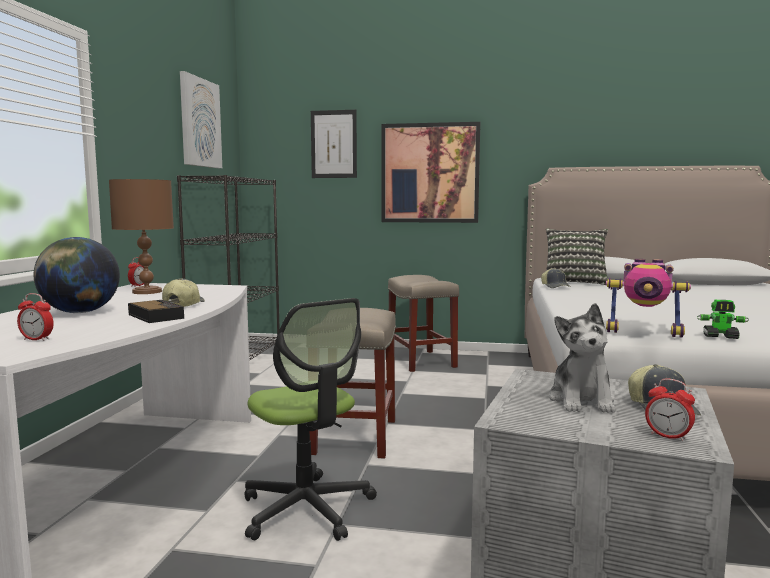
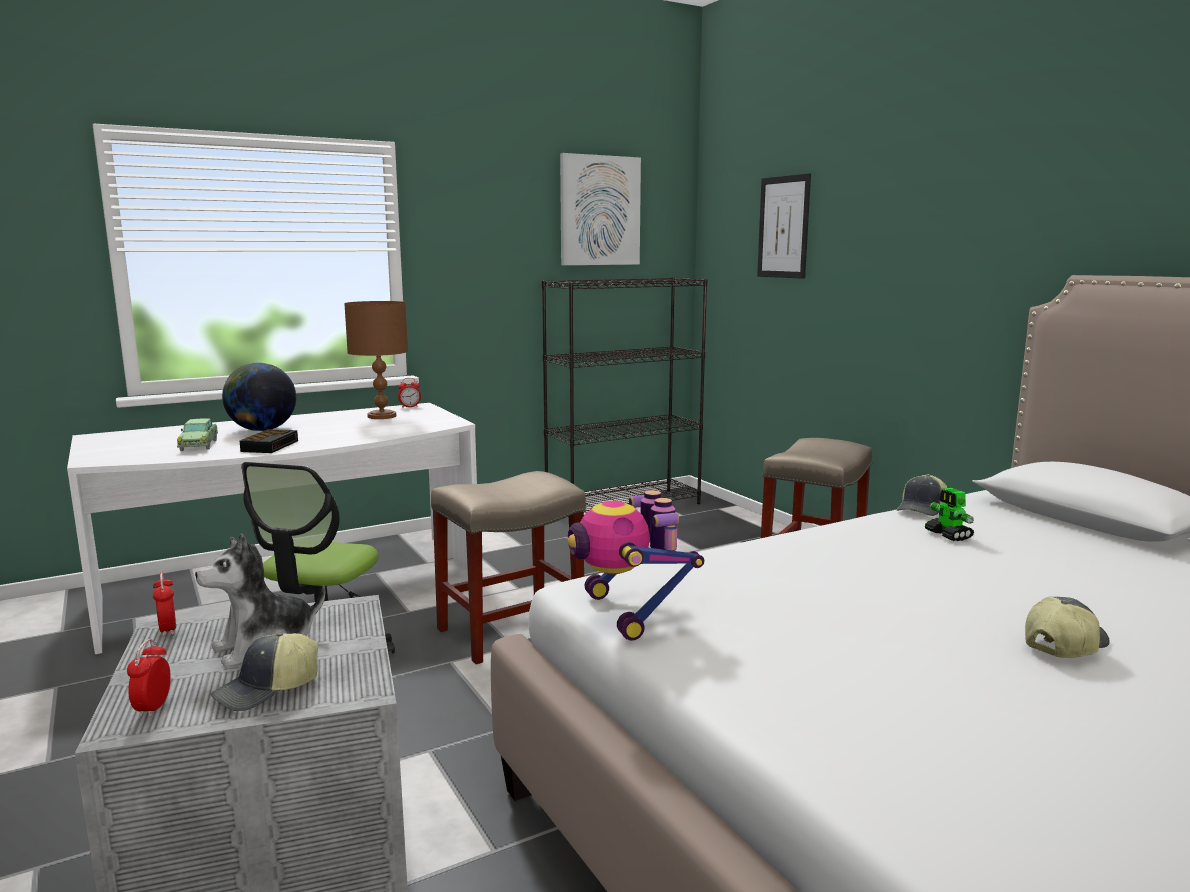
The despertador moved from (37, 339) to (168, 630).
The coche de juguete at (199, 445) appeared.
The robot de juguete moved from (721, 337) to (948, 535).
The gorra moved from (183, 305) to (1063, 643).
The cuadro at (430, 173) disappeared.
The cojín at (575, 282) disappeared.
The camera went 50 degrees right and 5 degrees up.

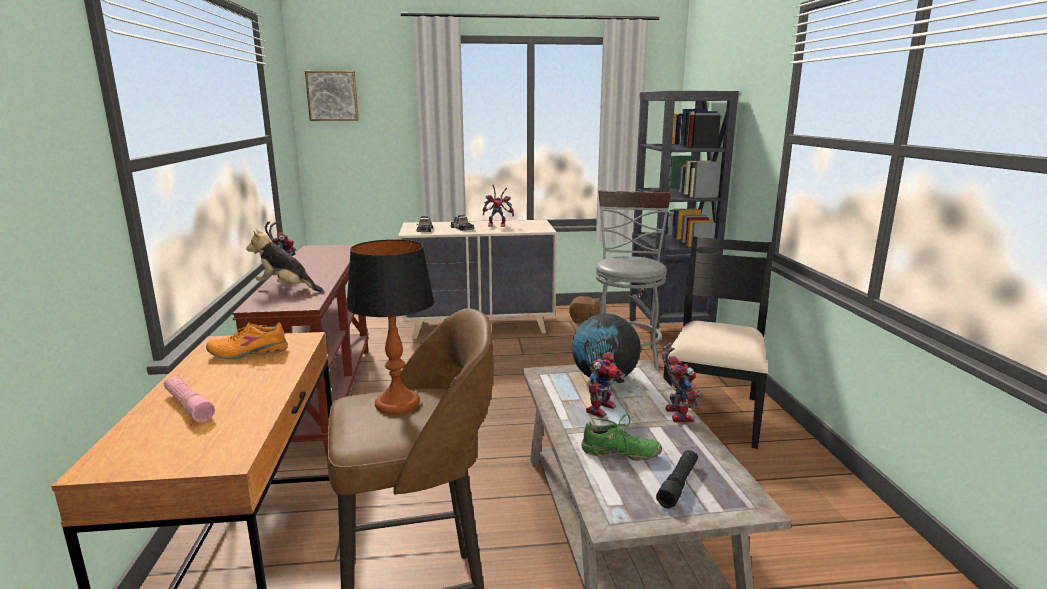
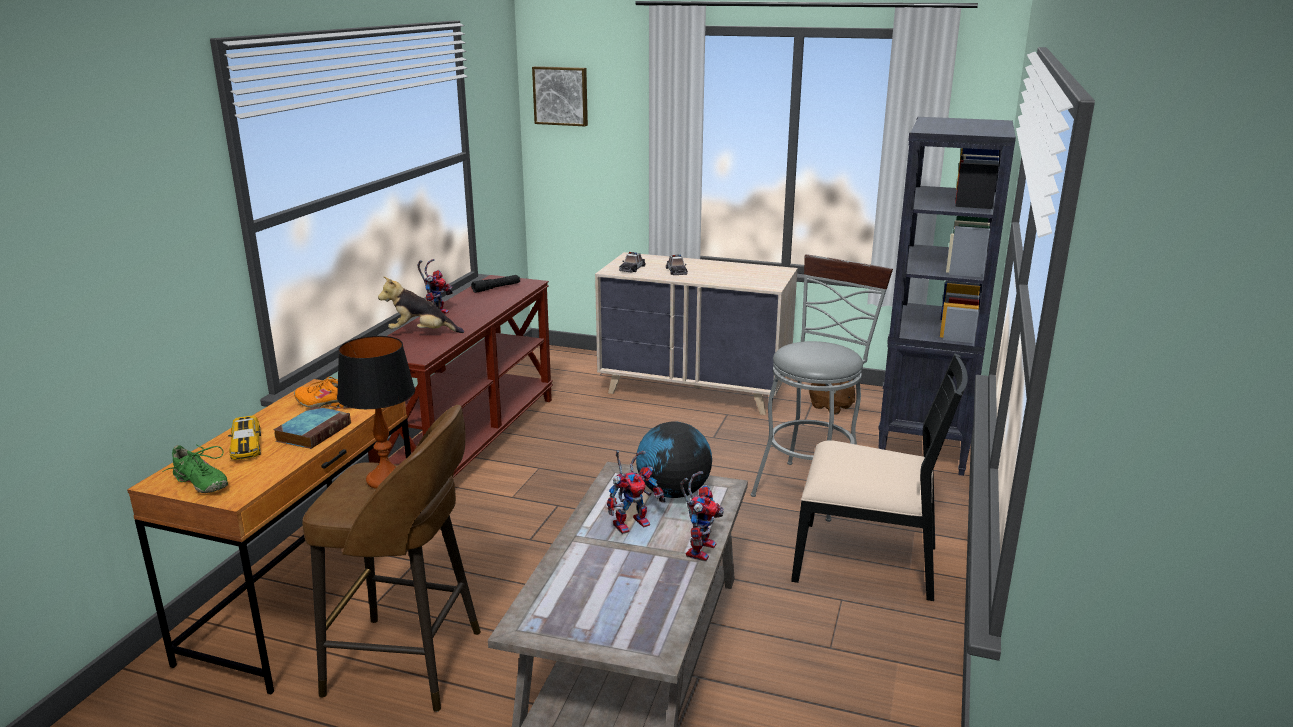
The zapato [verde] moved from (620, 453) to (200, 483).
The linterna [rosa] at (188, 406) was replaced by the coche de juguete at (246, 446).
The libro at (314, 432) appeared.
The peluche at (286, 288) turned 45 degrees counterclockwise.
The linterna [negro] moved from (678, 484) to (496, 288).
The silla [negro] at (712, 413) turned 60 degrees clockwise.
The robot de juguete at (498, 225) disappeared.
The camera went 25 degrees right and 5 degrees up.

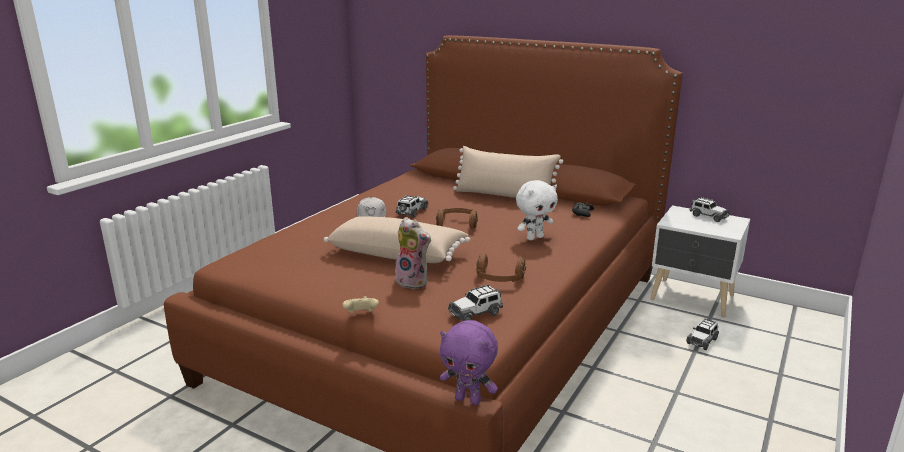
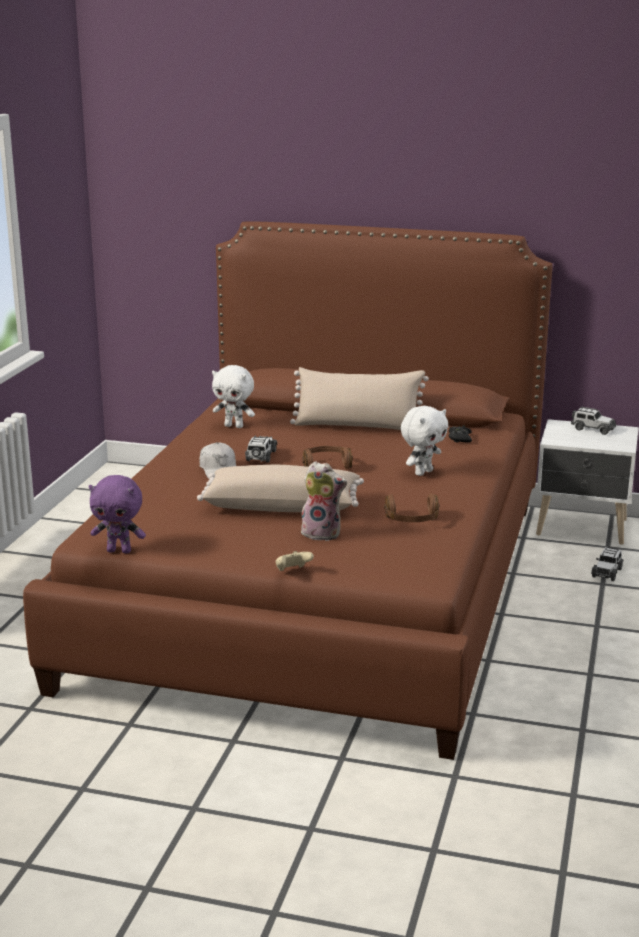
The peluche [morado] moved from (468, 399) to (119, 551).
The peluche [blanco] at (234, 426) appeared.
The coche de juguete at (475, 313) disappeared.
The camera went 15 degrees left and 0 degrees up.

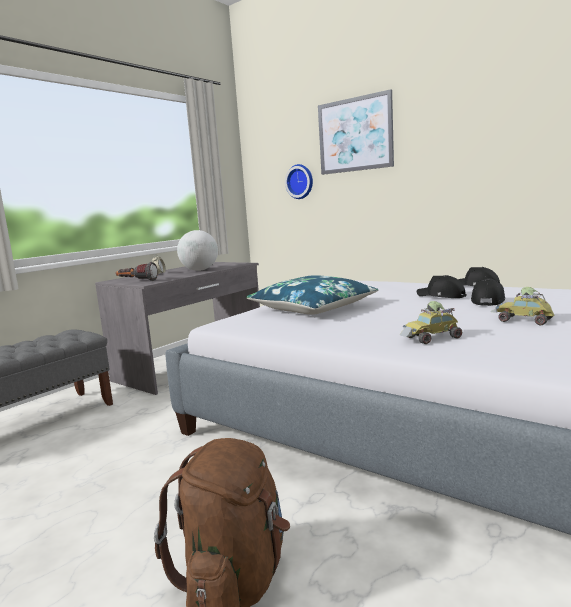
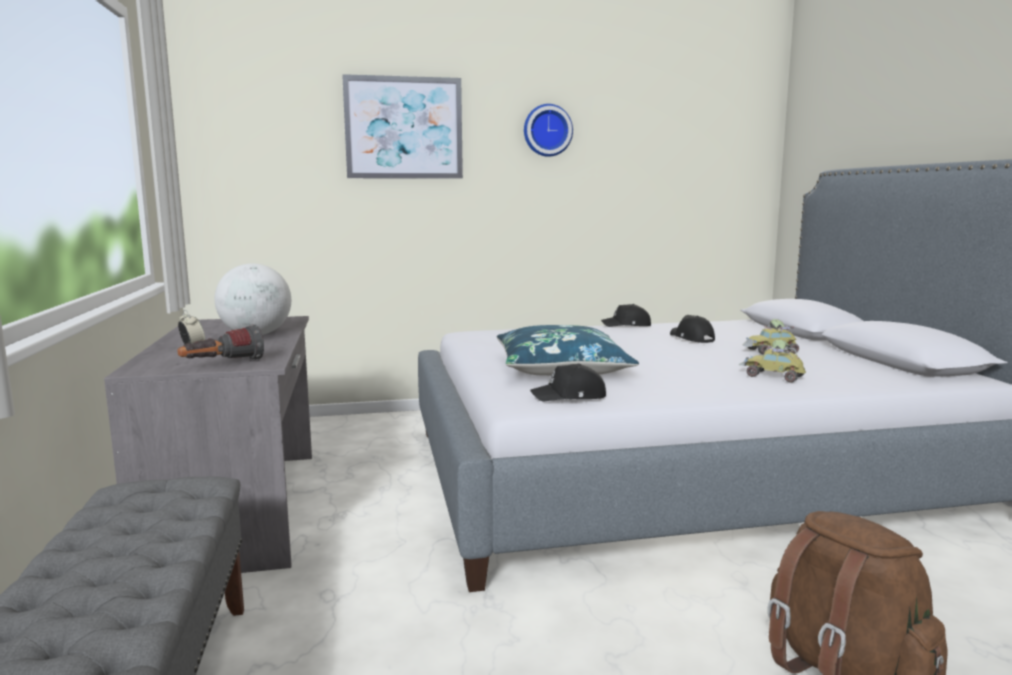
The reloj de pared moved from (300, 181) to (547, 130).
The gorra [negro] moved from (441, 296) to (570, 396).
The coche de juguete at (432, 338) turned 105 degrees clockwise.
The camera went 50 degrees left and 0 degrees up.

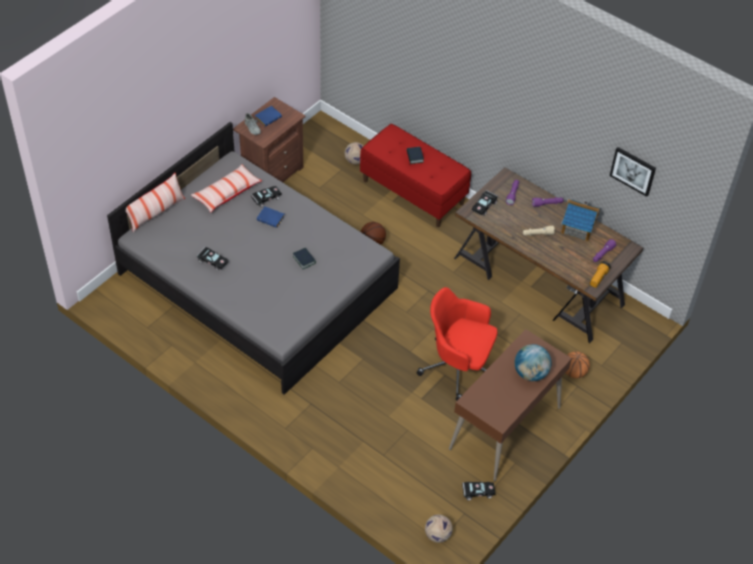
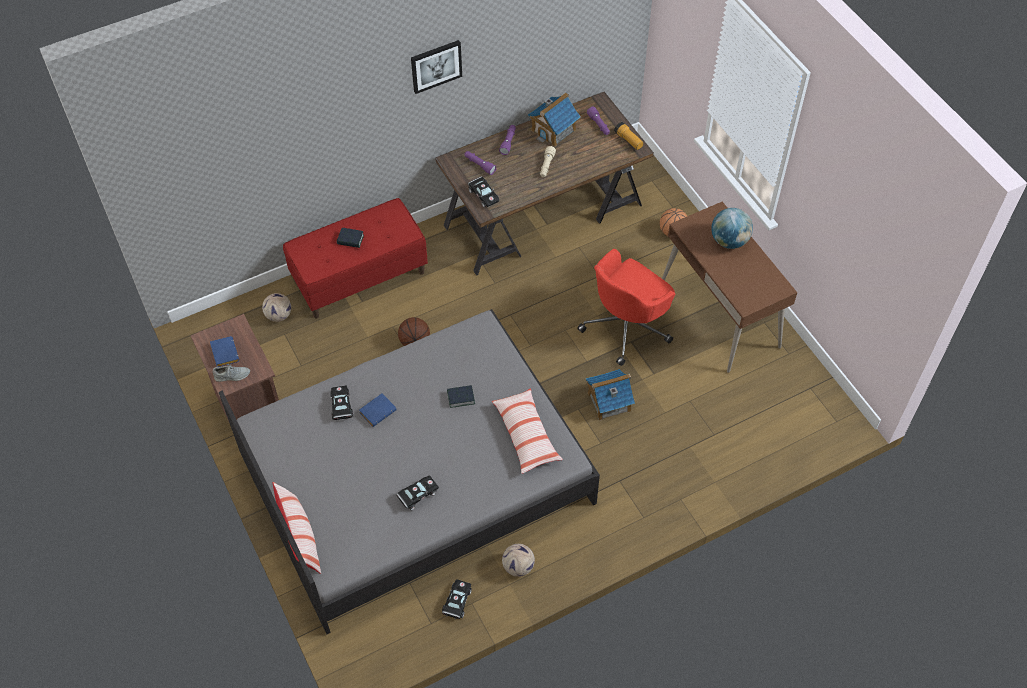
The cuadro moved from (633, 171) to (436, 65).
The coche de juguete [negro] moved from (476, 492) to (457, 603).
The cojín moved from (227, 193) to (526, 435).
The balón de fútbol moved from (437, 535) to (518, 567).
The casita at (608, 402) appeared.
The camera went 65 degrees left and 5 degrees up.

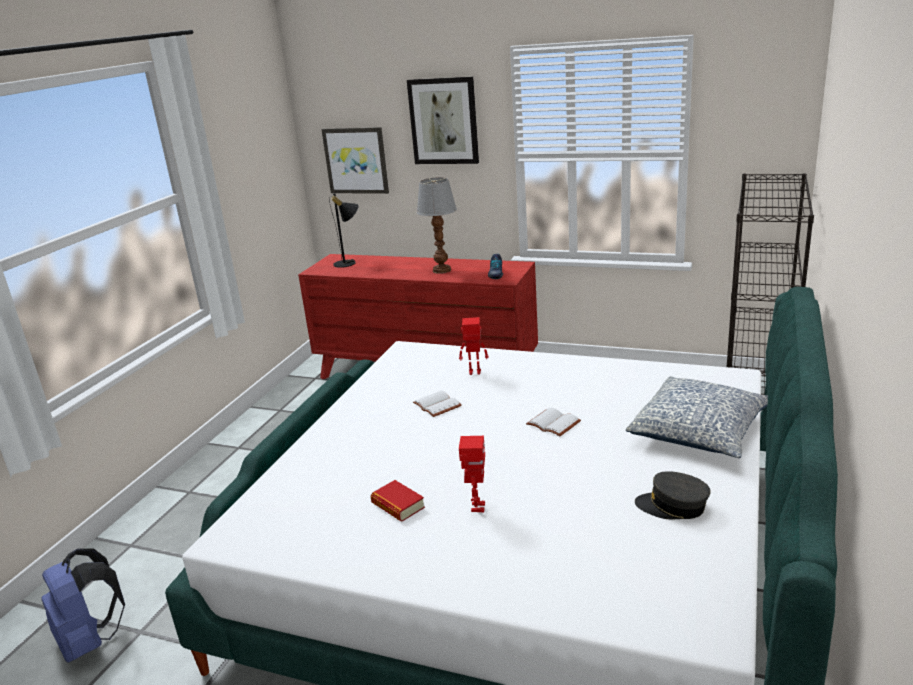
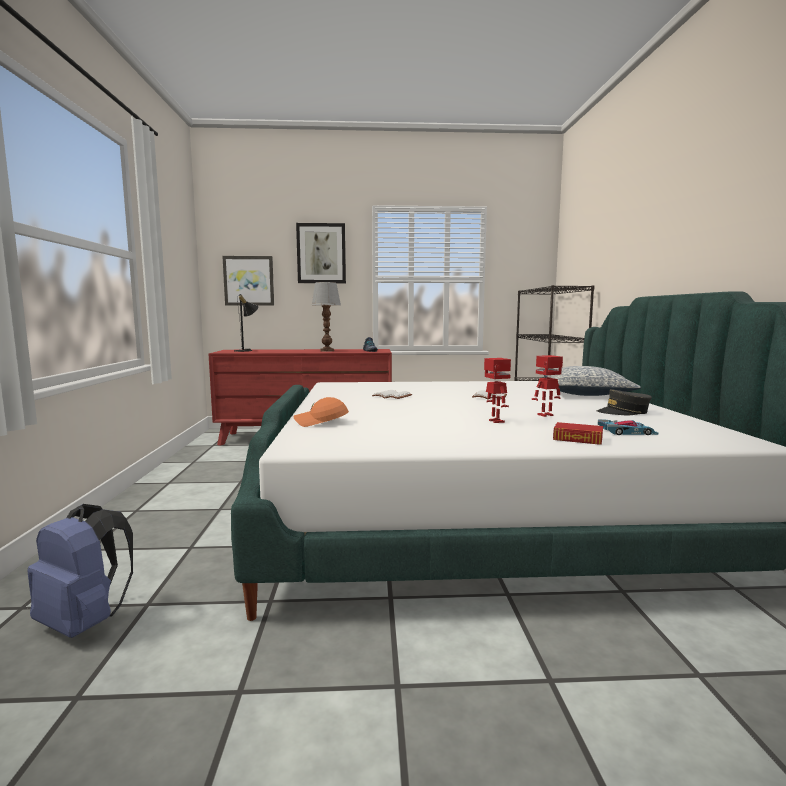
The gorra [naranja] at (320, 422) appeared.
The robot de juguete moved from (474, 372) to (546, 415).
The libro moved from (398, 505) to (577, 439).
The coche de juguete at (627, 432) appeared.
The camera went 25 degrees left and 15 degrees down.

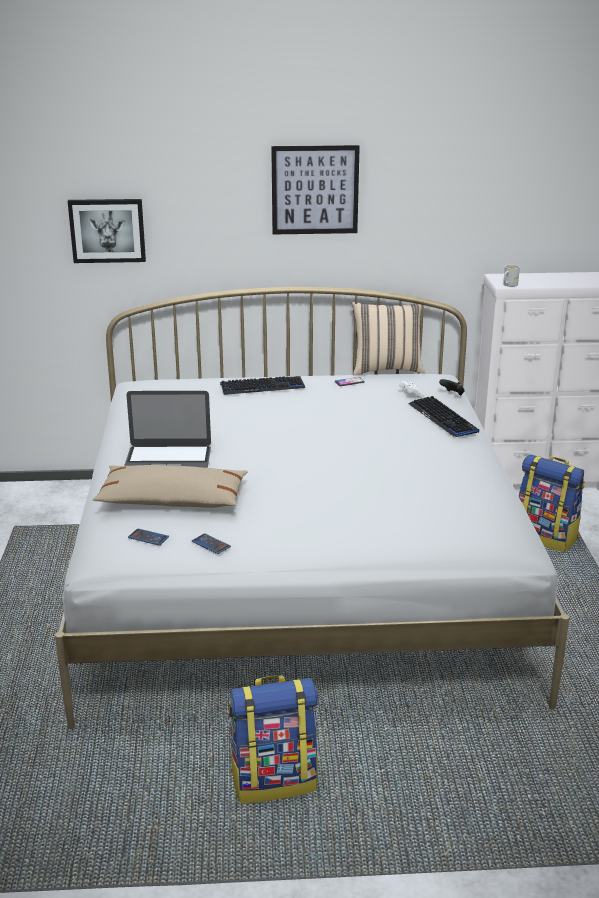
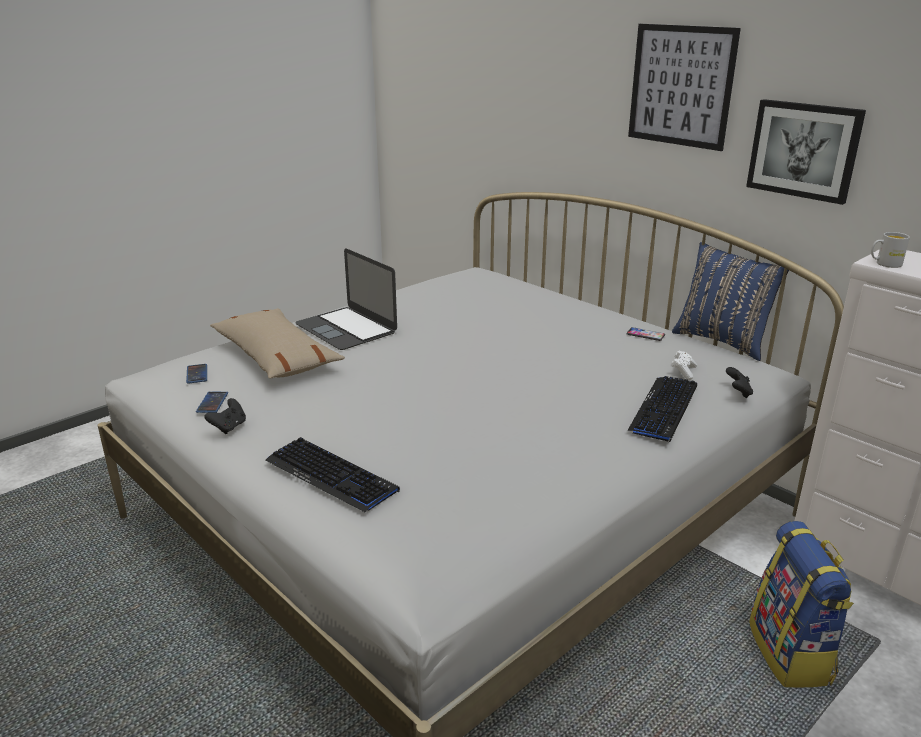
The mando de consola [negro] at (229, 427) appeared.
The teclado moved from (262, 387) to (331, 476).
The cojín [beis] at (386, 369) became the cojín [azul] at (723, 341).
The cuadro moved from (107, 230) to (804, 150).
The mochila at (274, 780) disappeared.
The camera went 50 degrees right and 0 degrees up.

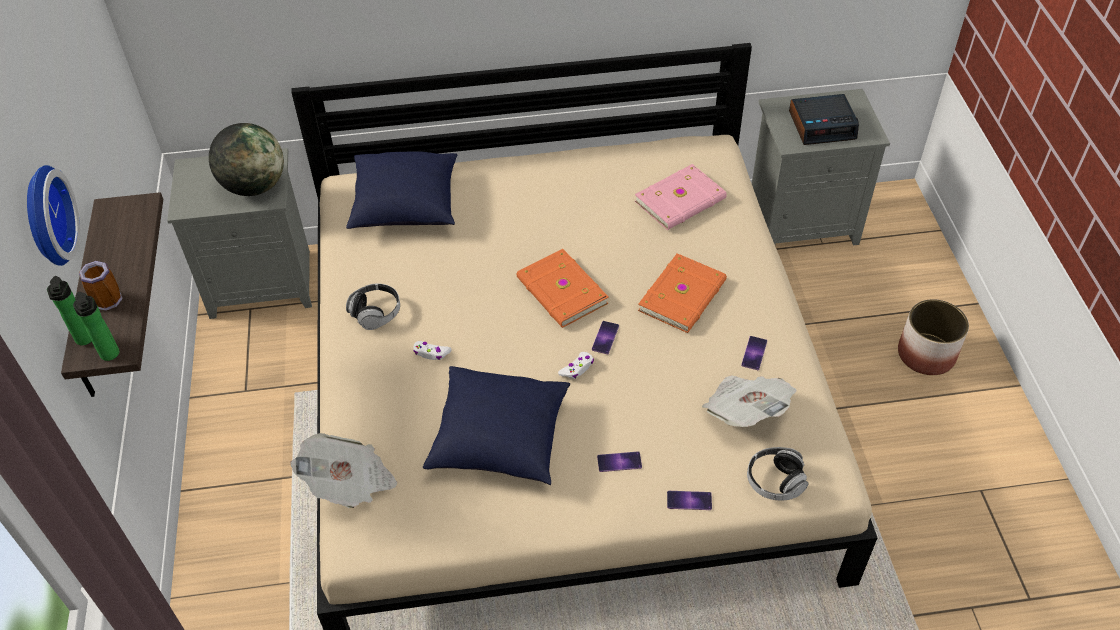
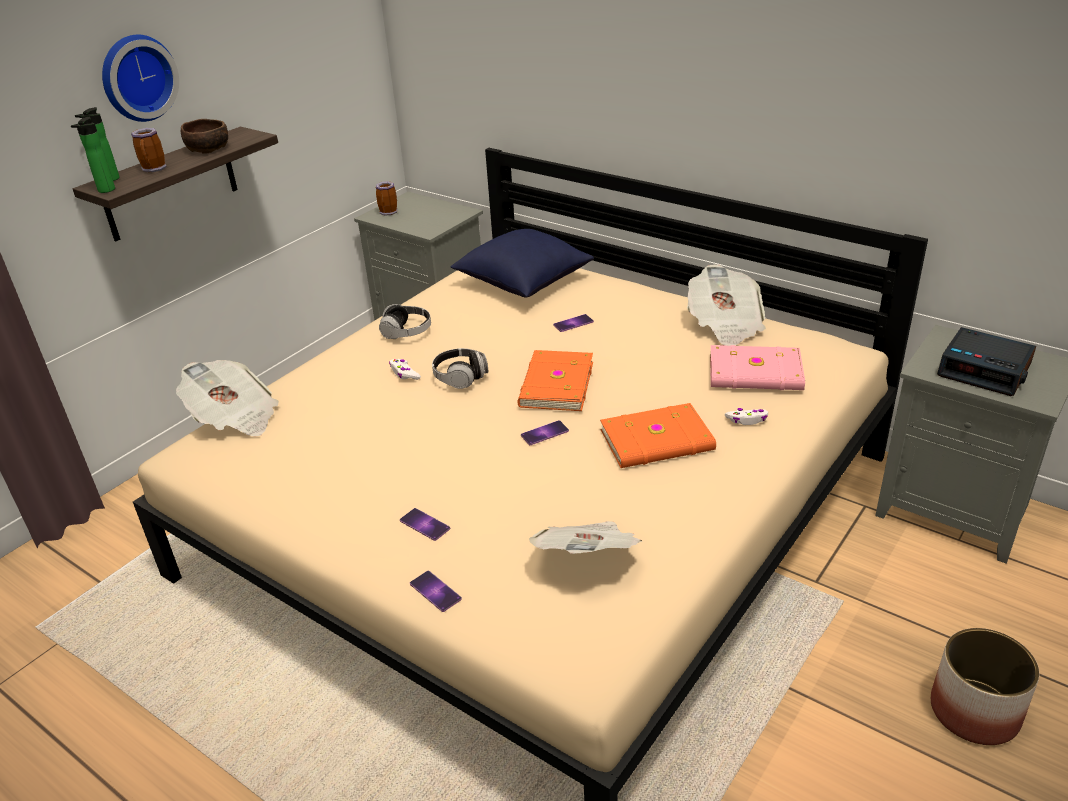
The cuenco [marrón] at (209, 148) appeared.
The taza grande at (388, 211) appeared.
The auriculares moved from (775, 481) to (460, 377).
The móvil moved from (754, 353) to (573, 323).
The periódico at (725, 325) appeared.
The mando de consola [blanco] moved from (577, 368) to (747, 420).
The globo terráqueo at (254, 186) disappeared.
The cojín [azul] at (499, 440) disappeared.
The camera went 45 degrees right and 15 degrees down.

